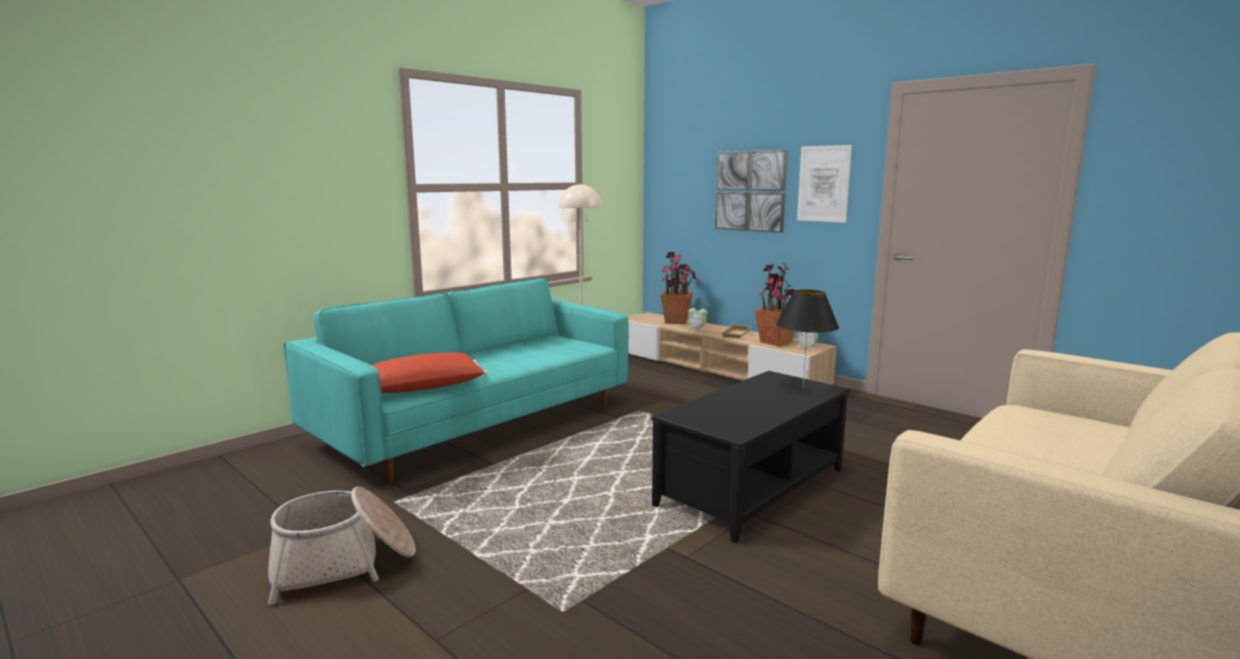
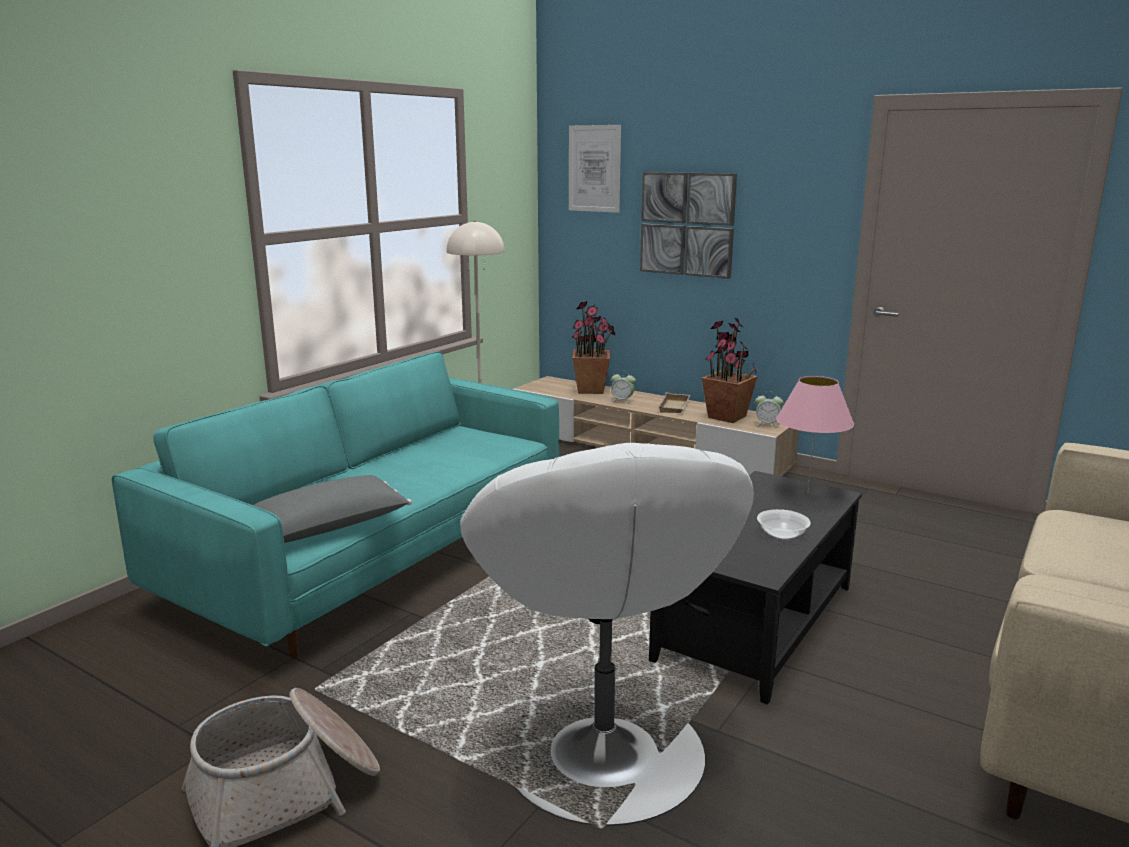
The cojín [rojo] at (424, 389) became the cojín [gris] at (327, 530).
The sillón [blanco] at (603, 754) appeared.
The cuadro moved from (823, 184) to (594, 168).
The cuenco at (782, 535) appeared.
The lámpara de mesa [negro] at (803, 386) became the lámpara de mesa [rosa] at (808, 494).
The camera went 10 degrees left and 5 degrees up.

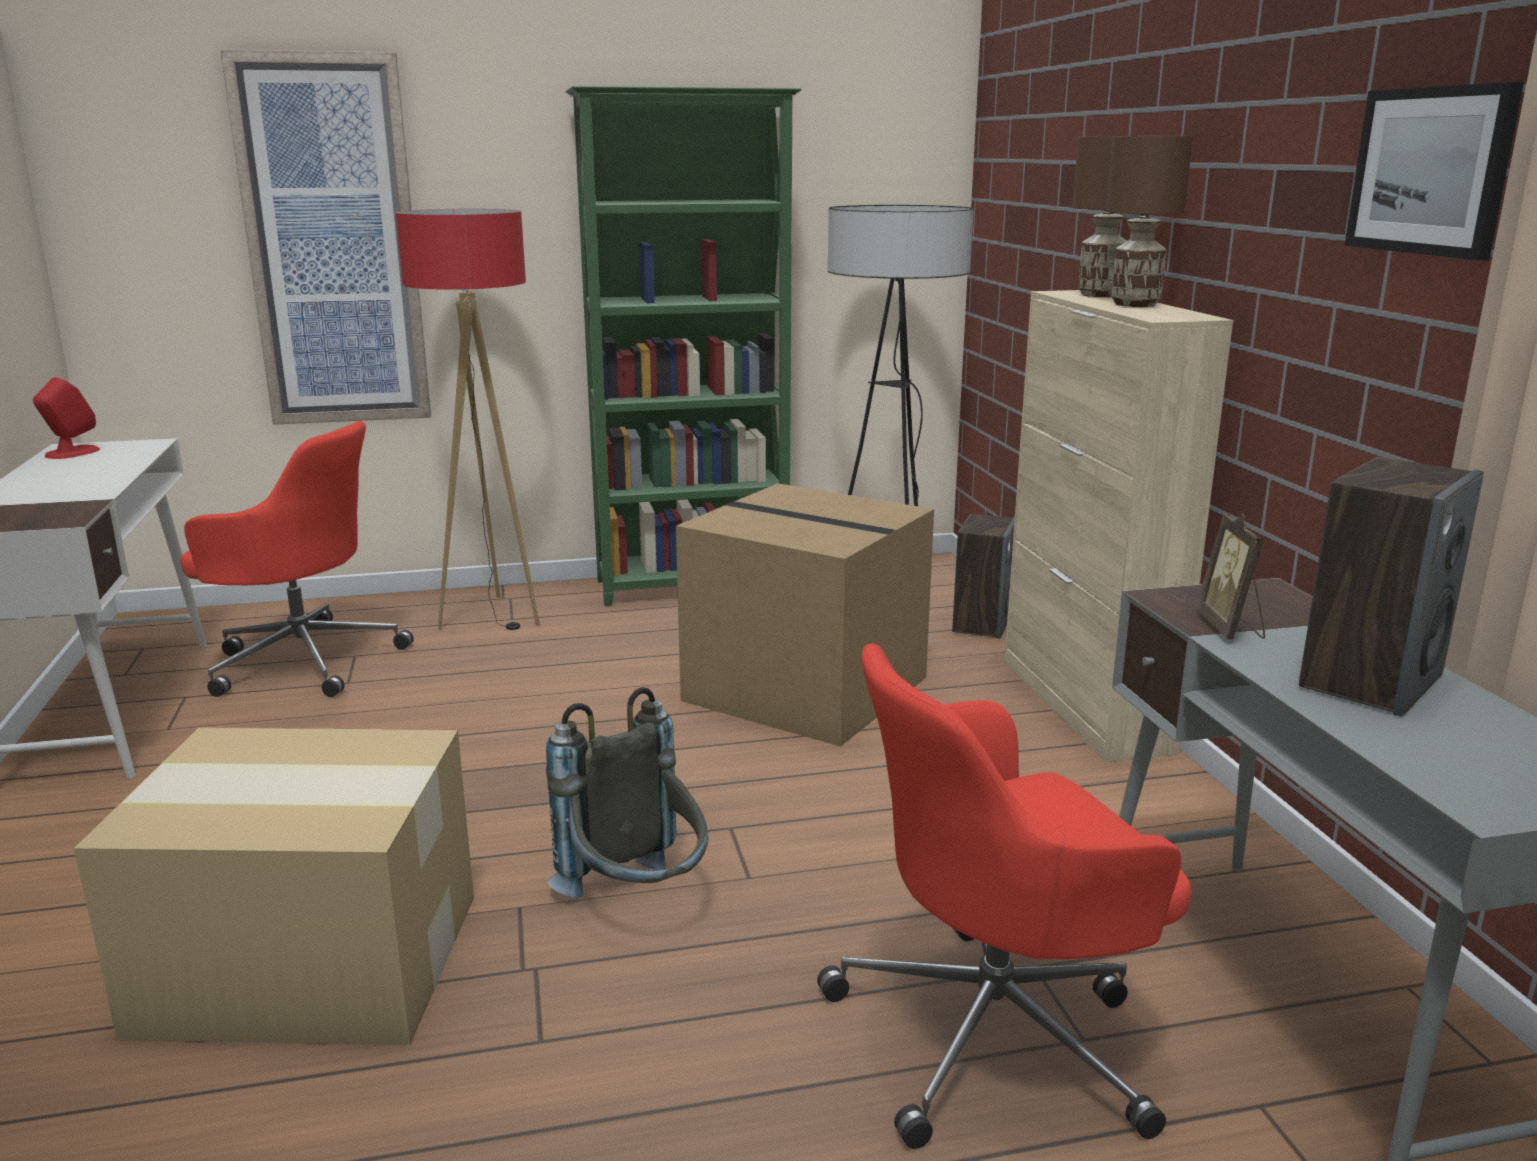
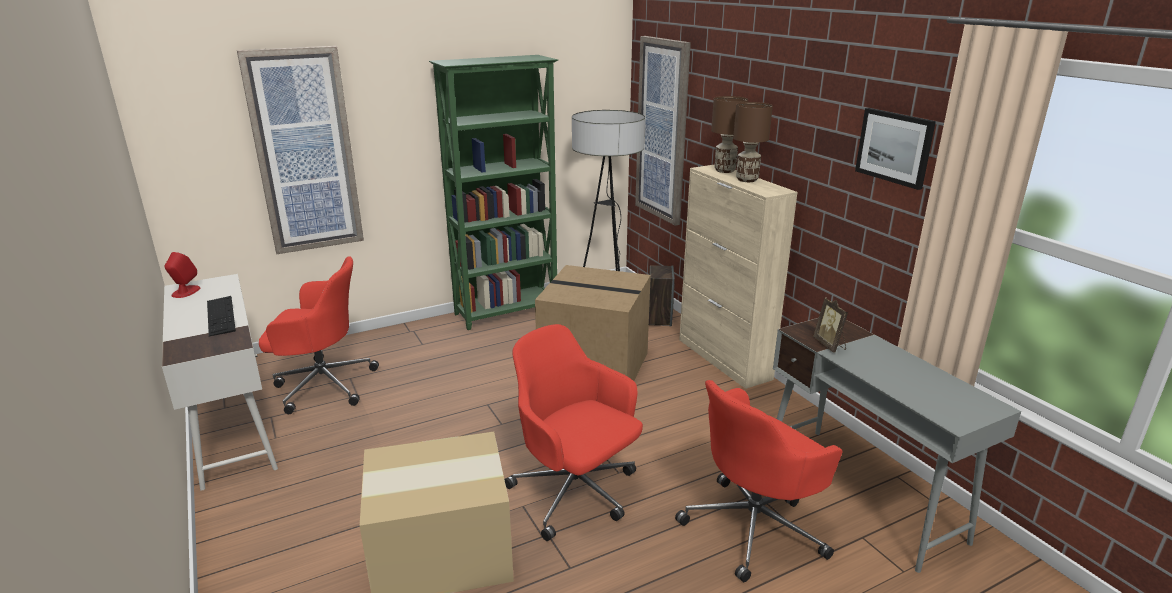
The teclado at (220, 315) appeared.
The mochila [gris] at (638, 901) was replaced by the silla de oficina [rojo] at (575, 493).
The cuadro at (662, 131) appeared.
The lámpara de pie at (492, 617) disappeared.
The altavoz at (1370, 680) disappeared.
The camera went 15 degrees left and 5 degrees up.

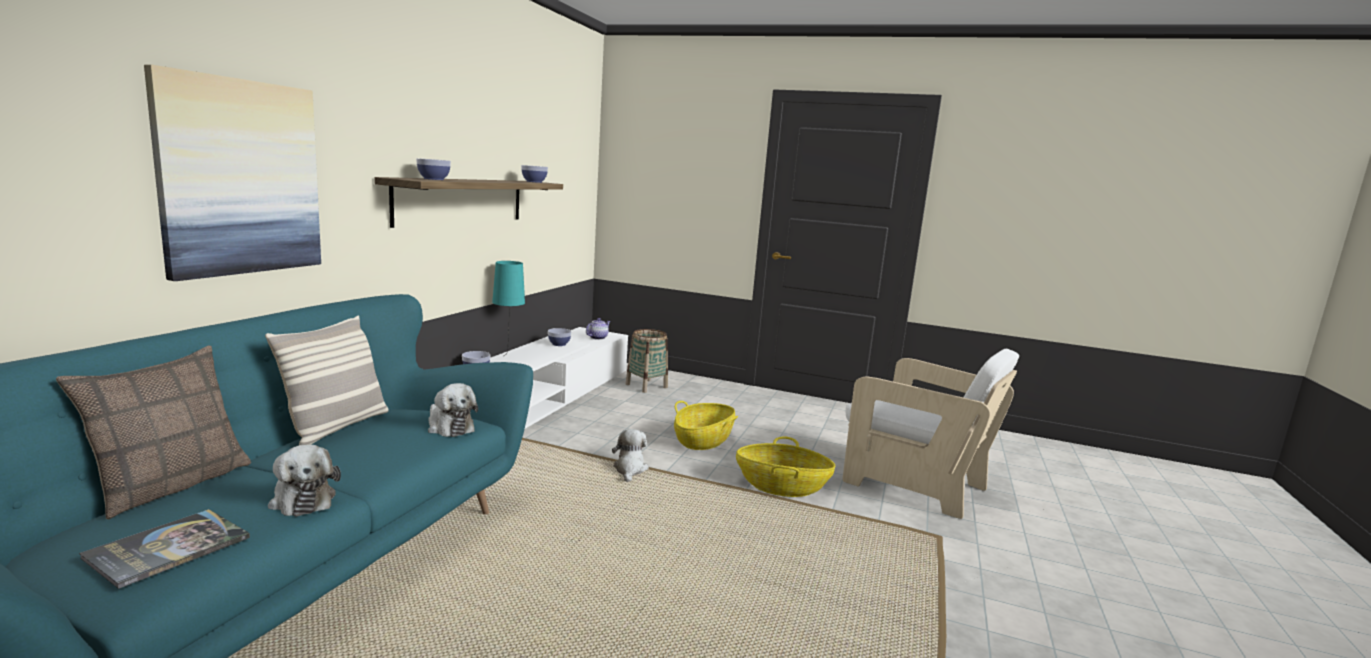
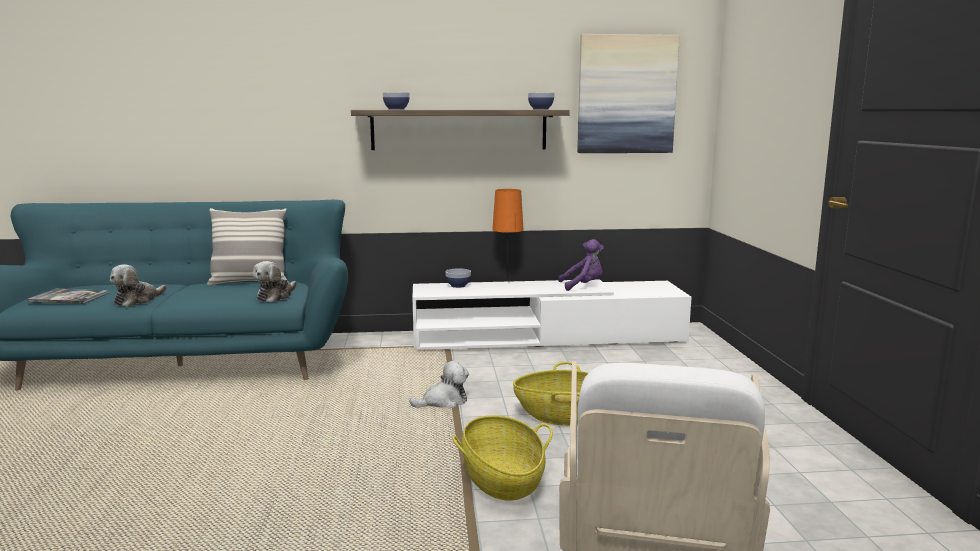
The lámpara de mesa [turquesa] at (508, 358) became the lámpara de mesa [naranja] at (507, 284).
The cuenco at (559, 344) was replaced by the peluche [morado] at (583, 286).
The cuadro moved from (240, 177) to (626, 94).
The cojín at (171, 485) disappeared.
The tetera at (597, 337) disappeared.
The cesta at (646, 386) disappeared.
The camera went 65 degrees right and 0 degrees up.

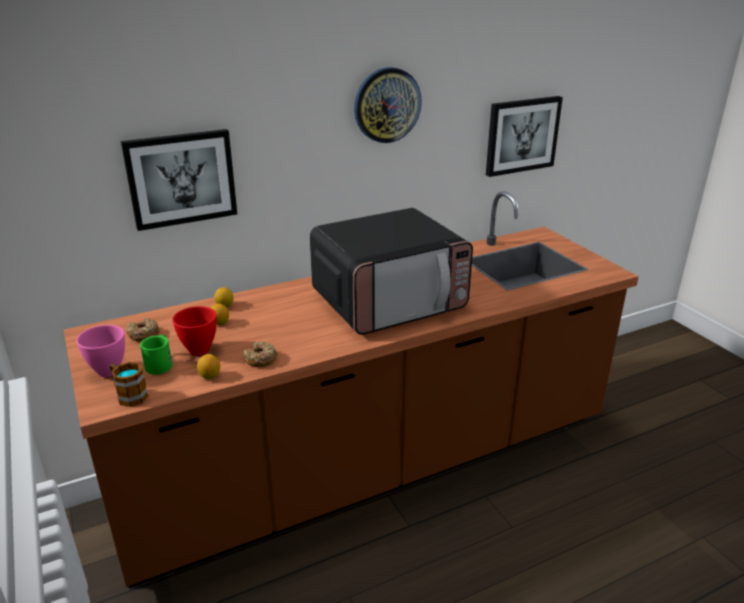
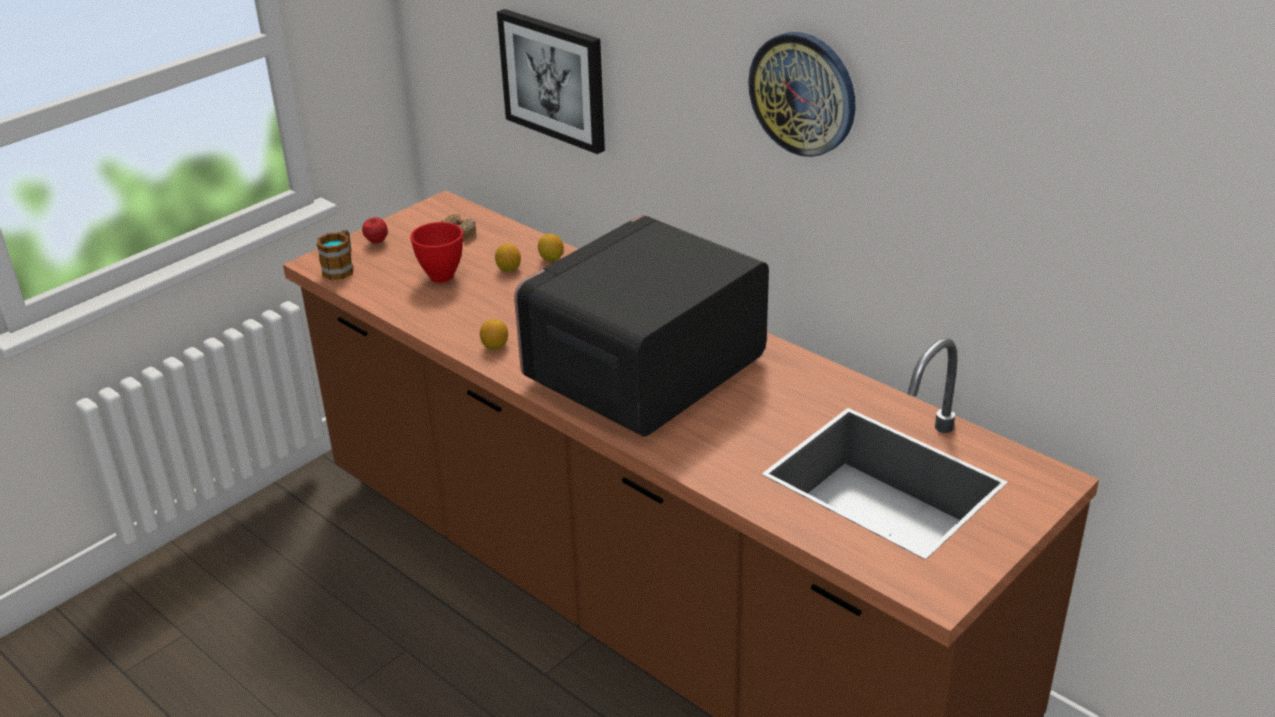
The cuenco [rosa] at (107, 372) was replaced by the manzana at (376, 242).
The limón moved from (209, 376) to (495, 346).
The microondas at (389, 301) turned 90 degrees clockwise.
The taza grande [verde] at (160, 363) disappeared.
The rosquilla at (260, 359) disappeared.
The cuadro at (521, 135) disappeared.
The camera went 70 degrees right and 5 degrees up.

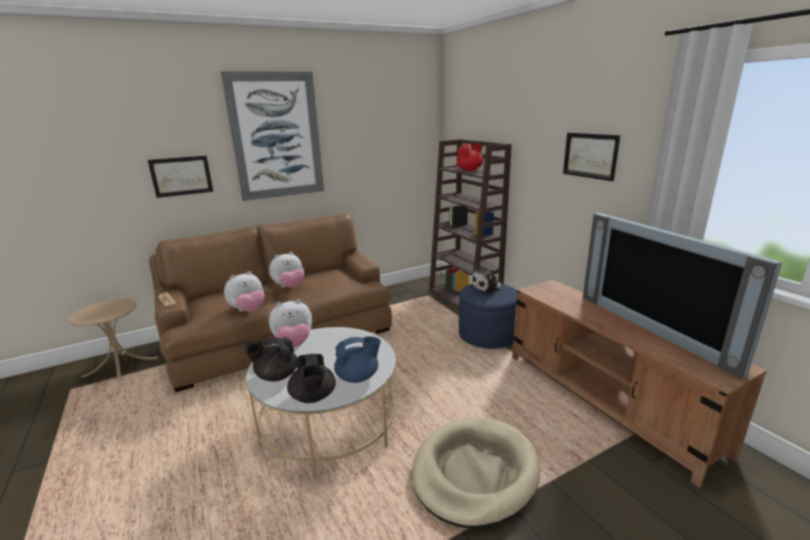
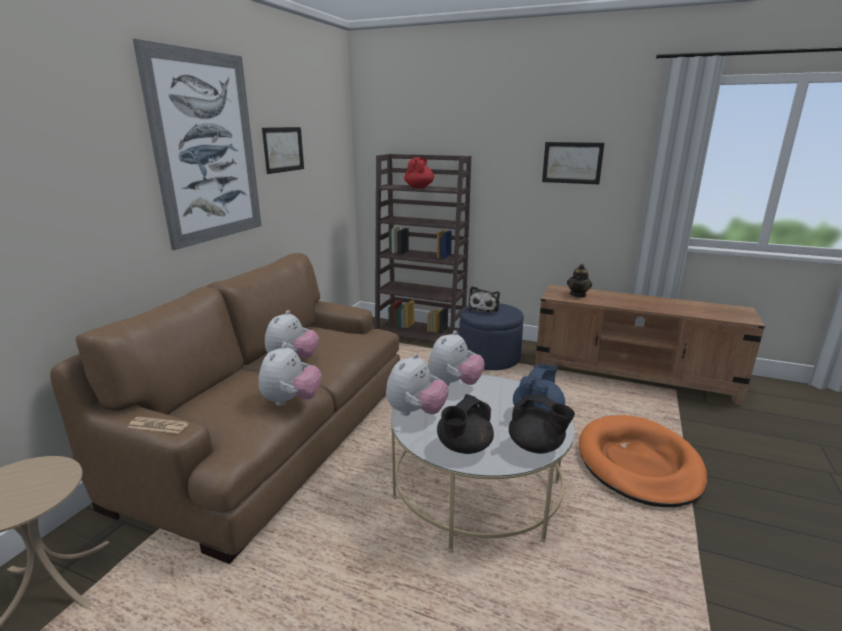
The cuadro moved from (181, 176) to (283, 149).
The peluche at (454, 384) appeared.
The tetera at (578, 295) appeared.
The cama para perro [beis] at (474, 472) became the cama para perro [naranja] at (638, 464).
The televisor at (655, 328) disappeared.
The camera went 40 degrees left and 0 degrees up.

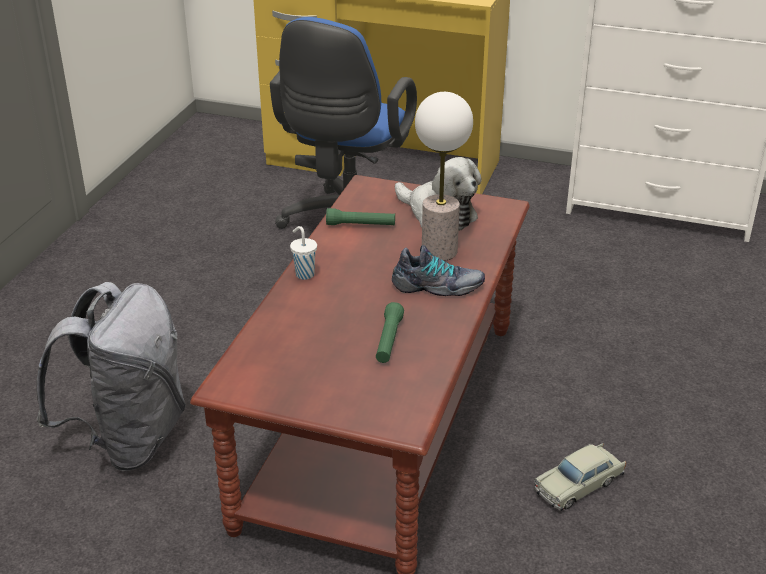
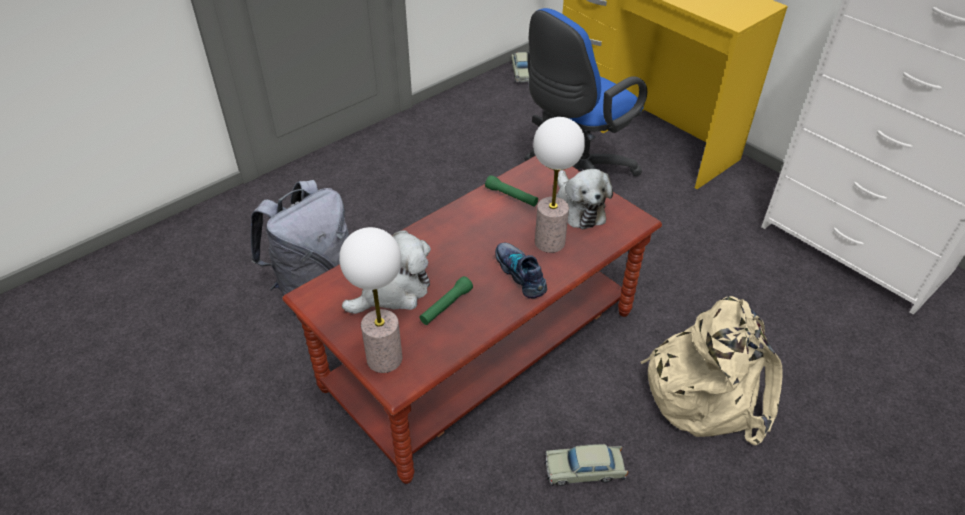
The lámpara de mesa at (384, 359) appeared.
The peluche at (394, 292) appeared.
The zapato at (437, 287) turned 150 degrees counterclockwise.
The coche de juguete [beis] at (522, 73) appeared.
The mochila [beis] at (707, 389) appeared.
The taza [blanco] at (304, 274) disappeared.
The camera went 30 degrees right and 10 degrees up.

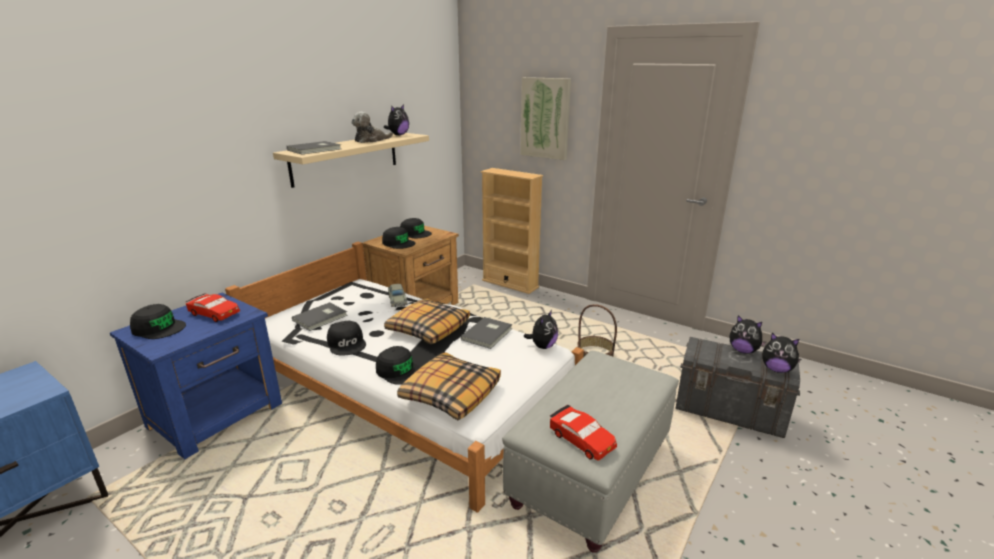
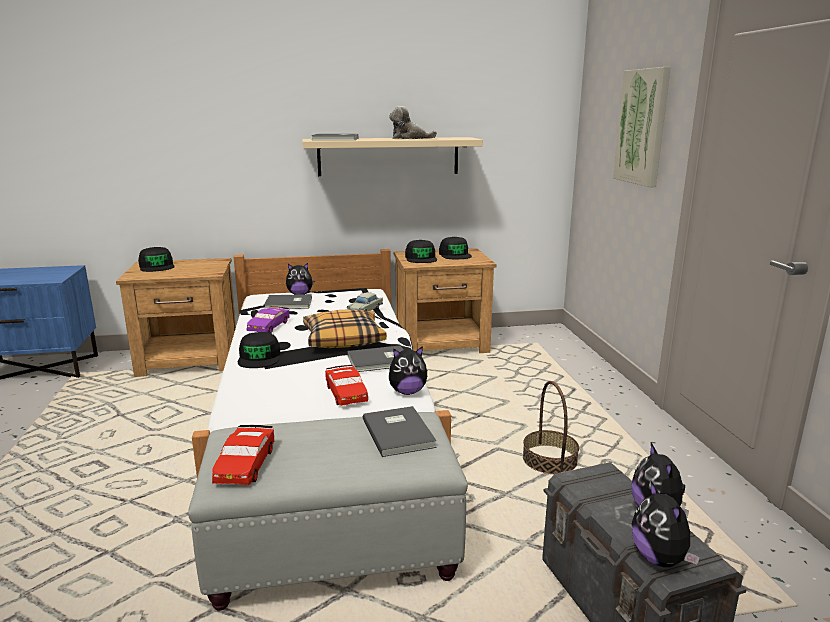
The mesita de noche [azul] at (218, 415) became the mesita de noche [marrón] at (190, 361).
The gorra [negro] at (347, 343) was replaced by the coche de juguete [morado] at (269, 326).
The peluche moved from (398, 135) to (300, 294).
The coche de juguete [rojo] moved from (214, 313) to (346, 393).
The libro [gris] at (399, 432) appeared.
The cojín at (450, 393) disappeared.
The estantería [beis] at (510, 284) disappeared.
The camera went 45 degrees right and 5 degrees down.

